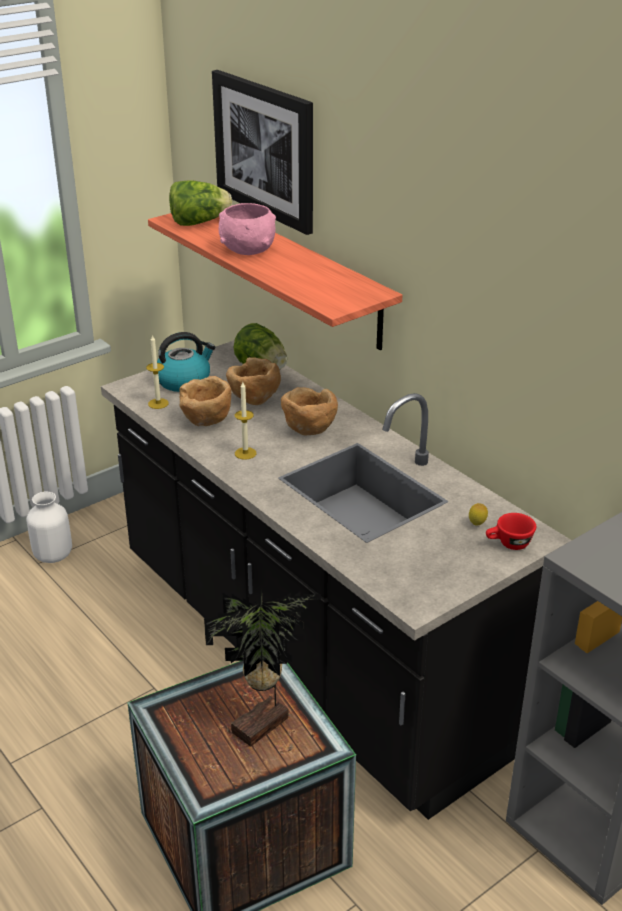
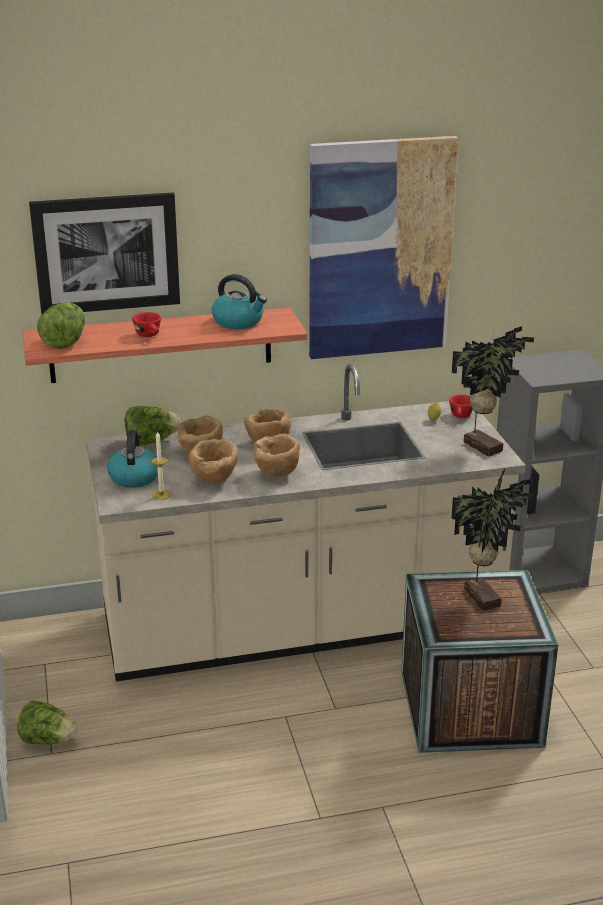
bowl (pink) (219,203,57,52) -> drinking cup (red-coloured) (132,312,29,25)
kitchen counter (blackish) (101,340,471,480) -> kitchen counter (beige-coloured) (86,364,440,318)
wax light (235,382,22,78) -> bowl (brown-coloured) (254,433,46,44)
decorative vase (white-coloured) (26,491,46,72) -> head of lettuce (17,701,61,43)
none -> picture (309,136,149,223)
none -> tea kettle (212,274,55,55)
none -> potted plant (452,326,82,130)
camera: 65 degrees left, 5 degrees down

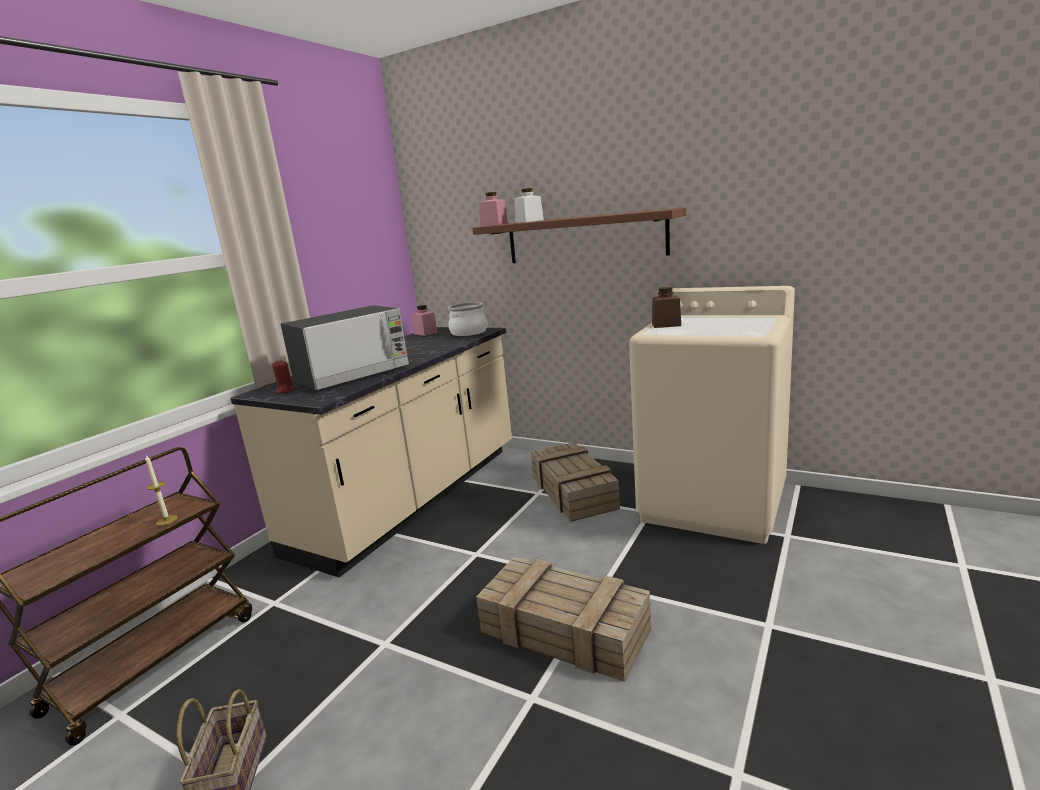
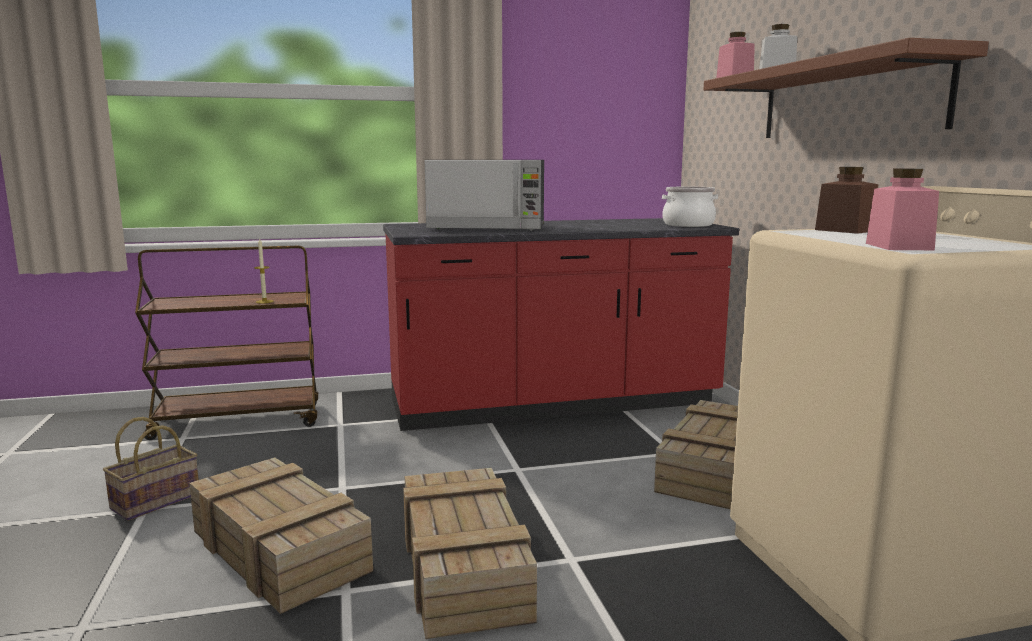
jar (pink) (412,305,26,31) -> jar (pink) (866,169,73,81), relocated
kitchen counter (beige-coloured) (231,327,281,250) -> kitchen counter (red-coloured) (383,218,356,213)
wax light (red-coloured) (272,360,23,33) -> none
none -> crate (189,457,184,157)
camera: 45 degrees right, 5 degrees down

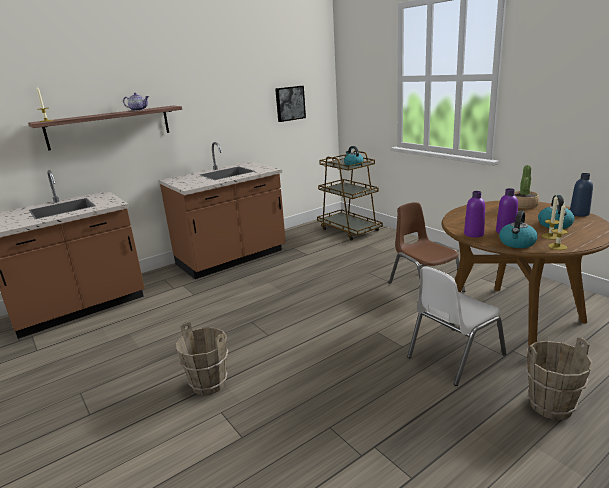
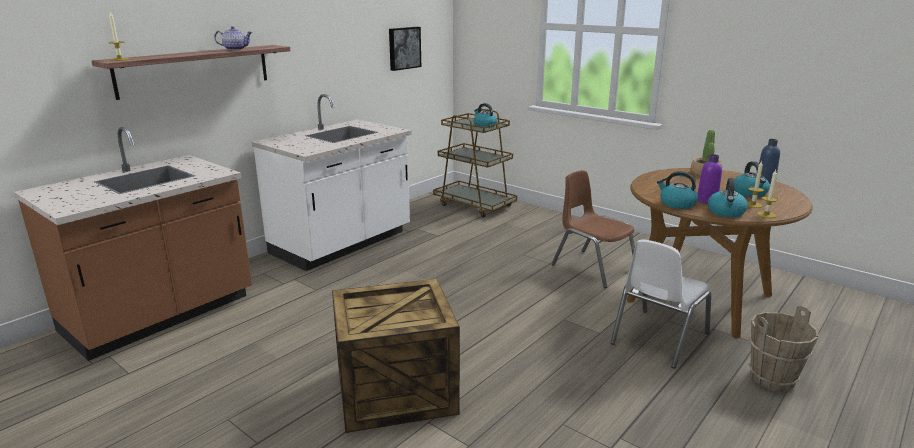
kitchen counter (brown-coloured) (158,142,128,137) -> kitchen counter (white-coloured) (252,94,160,177)
drink bottle (purple-coloured) (464,191,21,46) -> tea kettle (657,171,41,38)
bucket (brown-coloured) (176,322,52,73) -> crate (332,279,128,154)
camera: 15 degrees left, 0 degrees up

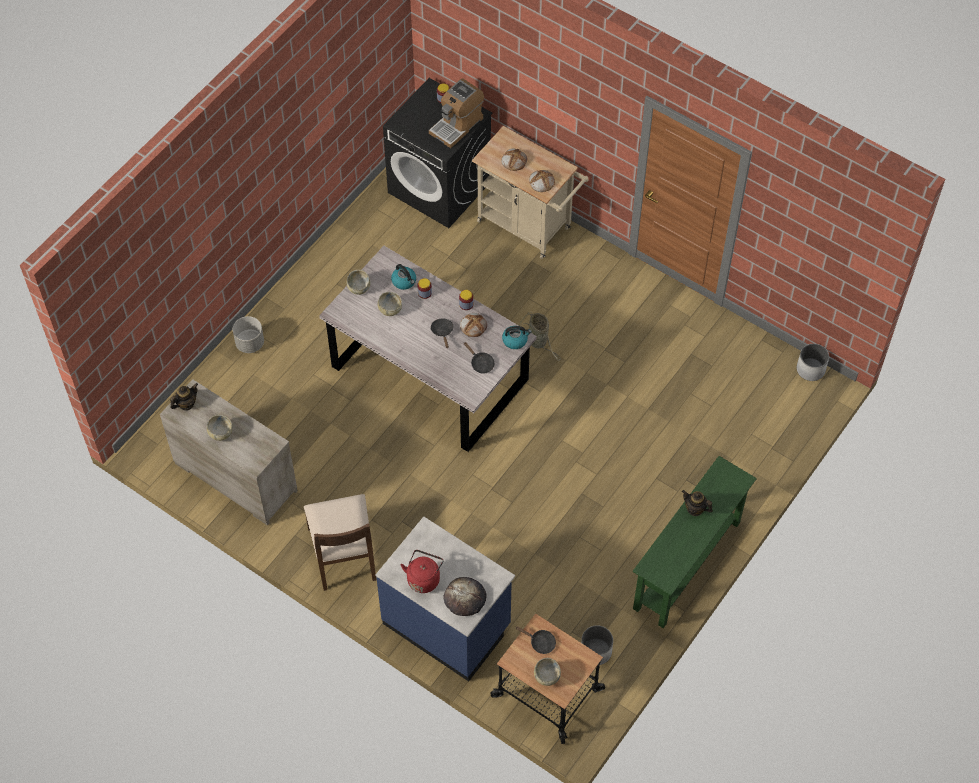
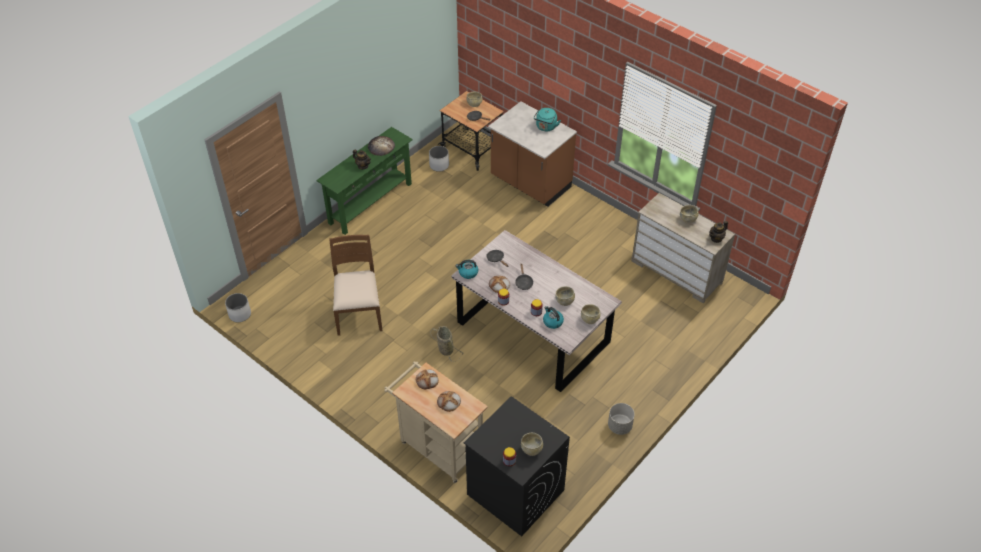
coffee maker (429,78,55,70) -> none
planter (greyish) (233,316,31,37) -> planter (greyish) (608,403,27,32), relocated
chair (brown-coloured) (304,494,72,97) -> chair (brown-coloured) (329,235,53,101), relocated
kitchen counter (blue-coloured) (375,517,140,165) -> kitchen counter (brown-coloured) (488,101,89,106)
tea kettle (red-coloured) (401,550,42,43) -> tea kettle (blue-green) (534,108,27,23)
baked bread (444,577,42,39) -> baked bread (368,136,27,20), relocated
none -> bowl (beige-coloured) (521,433,22,23)
camera: 175 degrees left, 10 degrees down

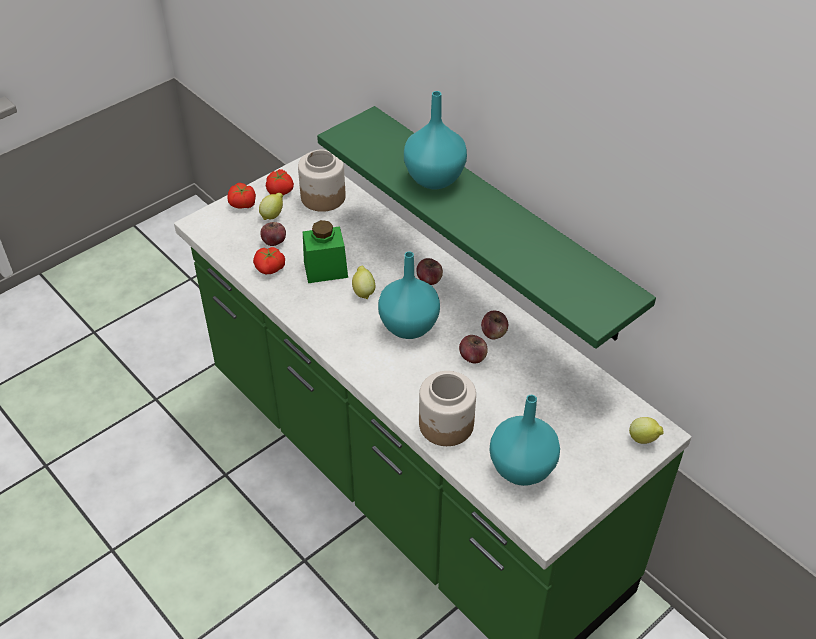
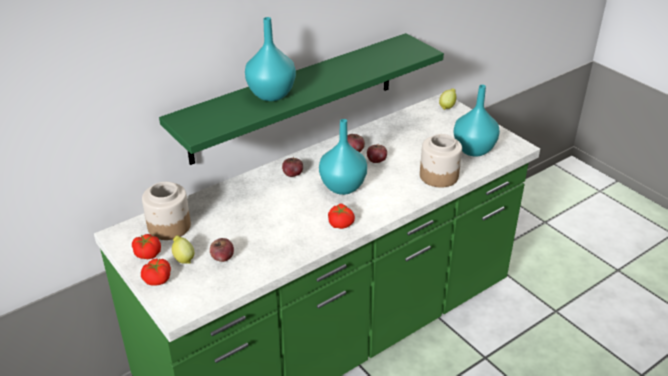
jar (green-coloured) (303,220,45,63) -> none
fresh tomato (253,247,32,27) -> fresh tomato (328,204,27,25), relocated
citrus fruit (352,265,23,34) -> none
camera: 85 degrees left, 10 degrees down

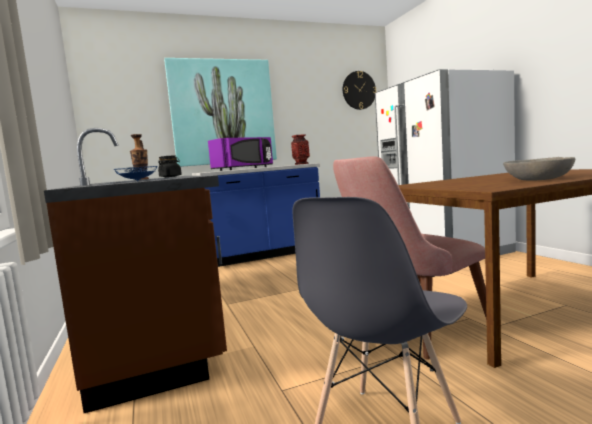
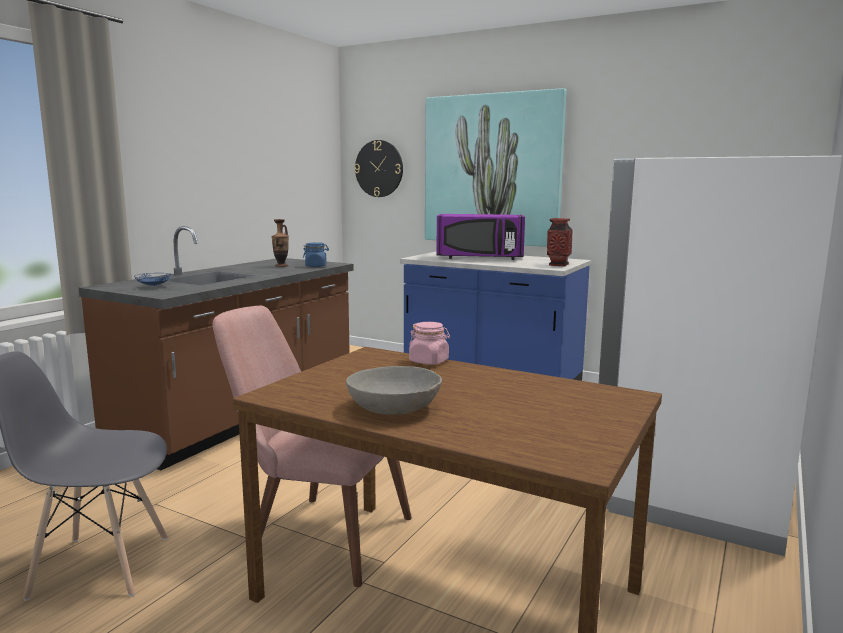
clock on the wall (343,71,33,39) -> clock on the wall (354,140,49,57), relocated
jar (blackish) (158,155,24,22) -> jar (blue-coloured) (303,242,26,25)
none -> jar (pink) (409,322,41,43)
camera: 50 degrees right, 5 degrees up

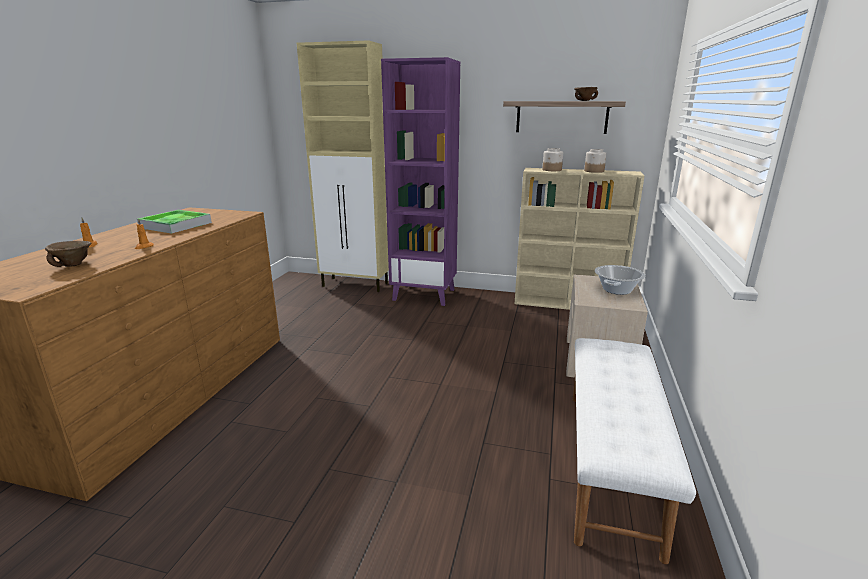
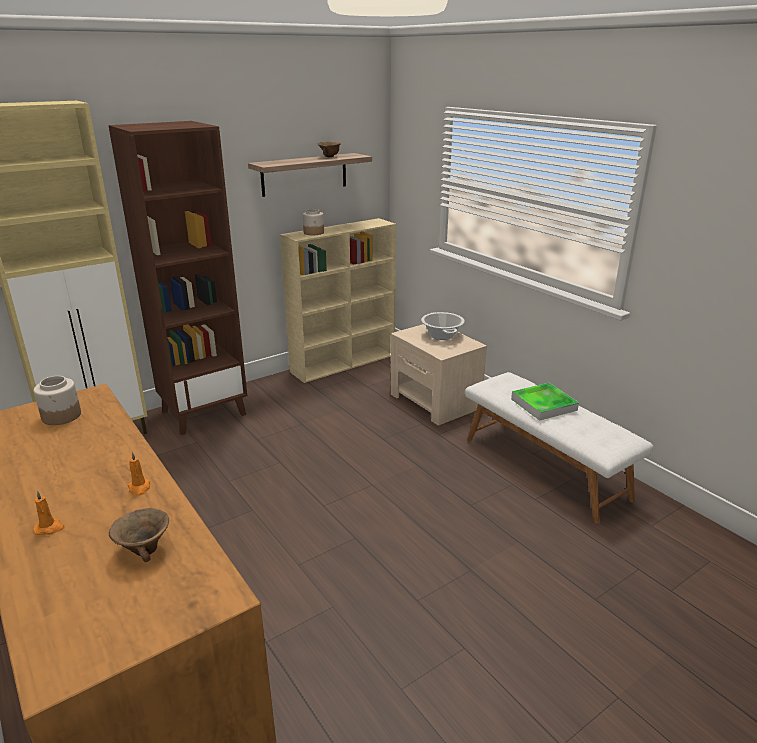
shelving unit (purple-coloured) (381,57,79,249) -> shelving unit (brown-coloured) (108,121,139,314)
jar (584,149,23,24) -> jar (34,376,47,49), relocated
tray (137,210,75,23) -> tray (511,383,68,38), relocated
camera: 50 degrees left, 5 degrees up

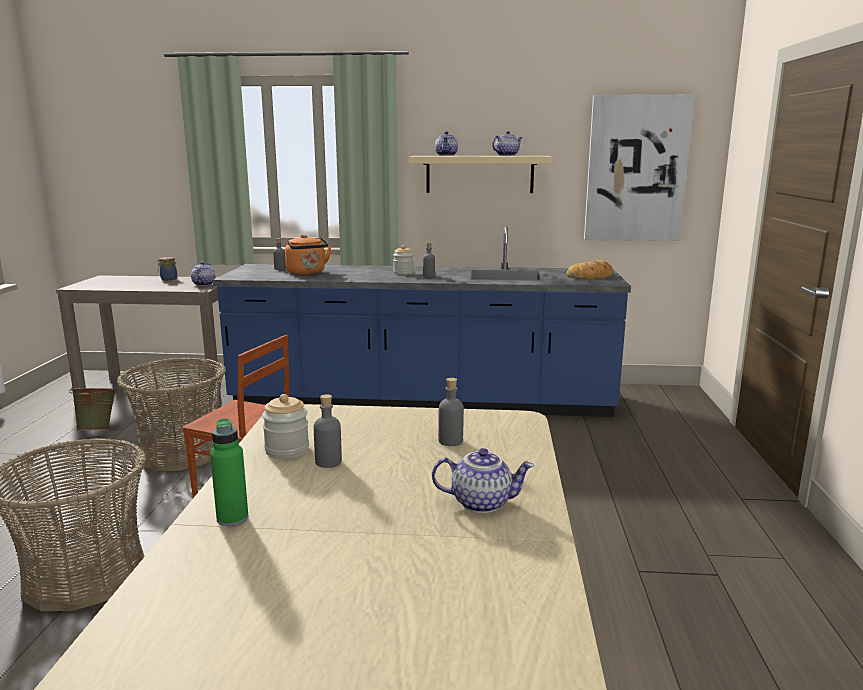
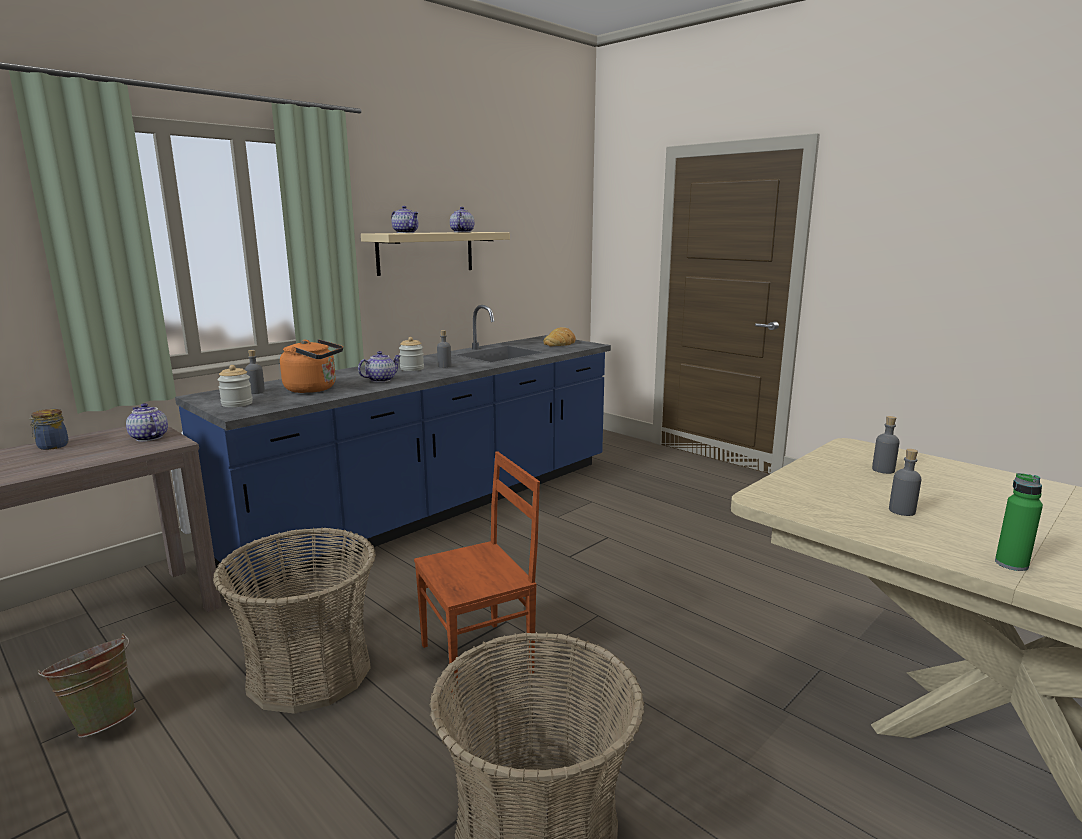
picture (584,95,111,146) -> none
jar (262,394,47,65) -> jar (218,365,35,42), relocated
pot for tea (432,448,102,65) -> pot for tea (358,351,42,31), relocated
camera: 50 degrees left, 0 degrees up

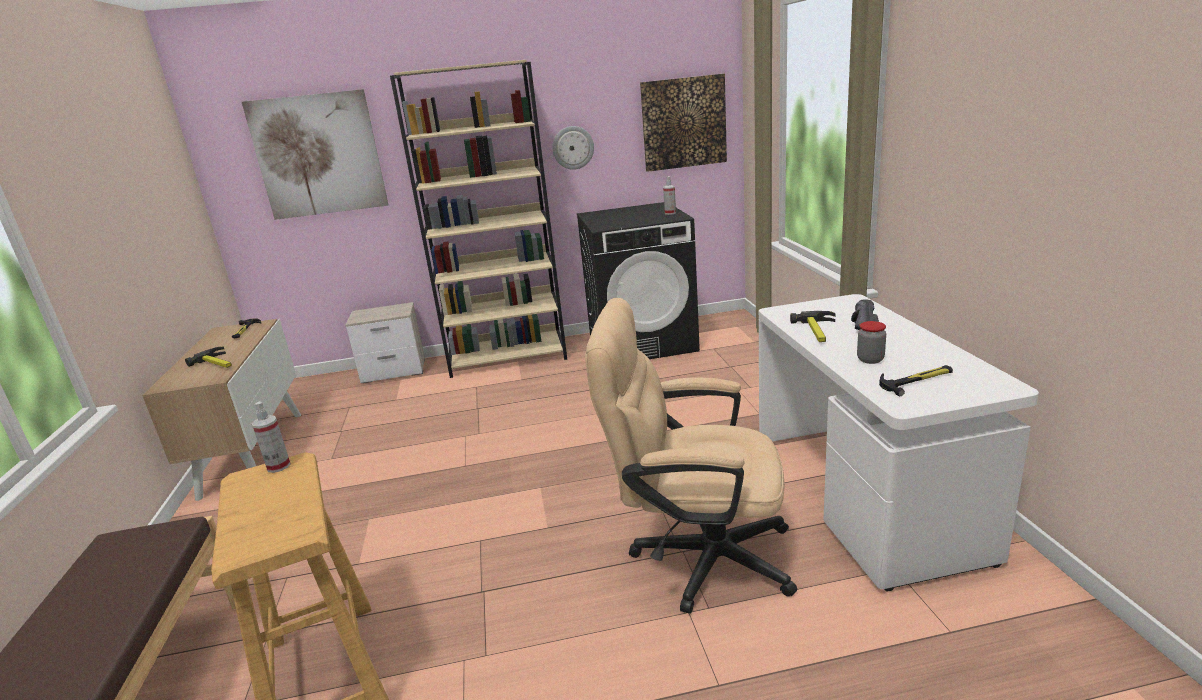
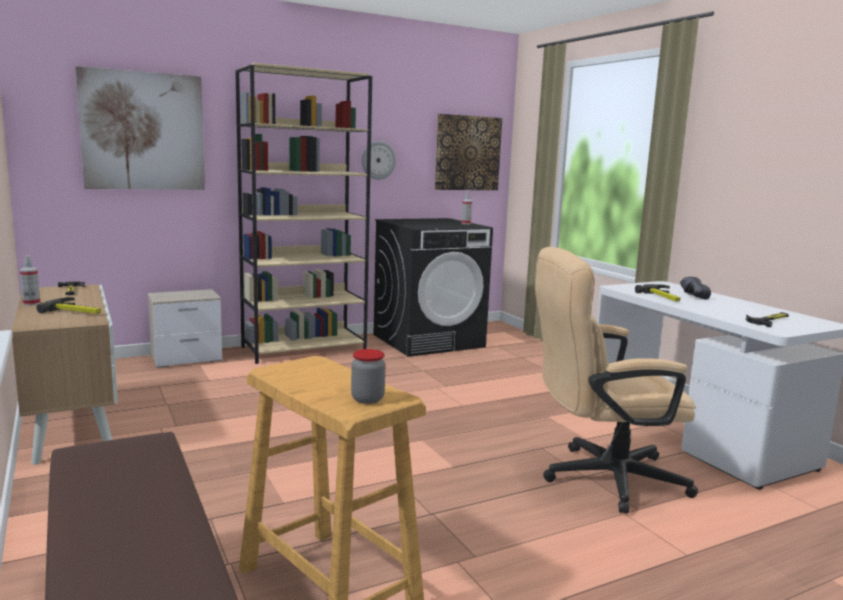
jar (857,321,29,43) -> jar (351,349,34,55), relocated
spray bottle (252,401,39,72) -> spray bottle (20,256,20,50), relocated
camera: 20 degrees left, 10 degrees down

